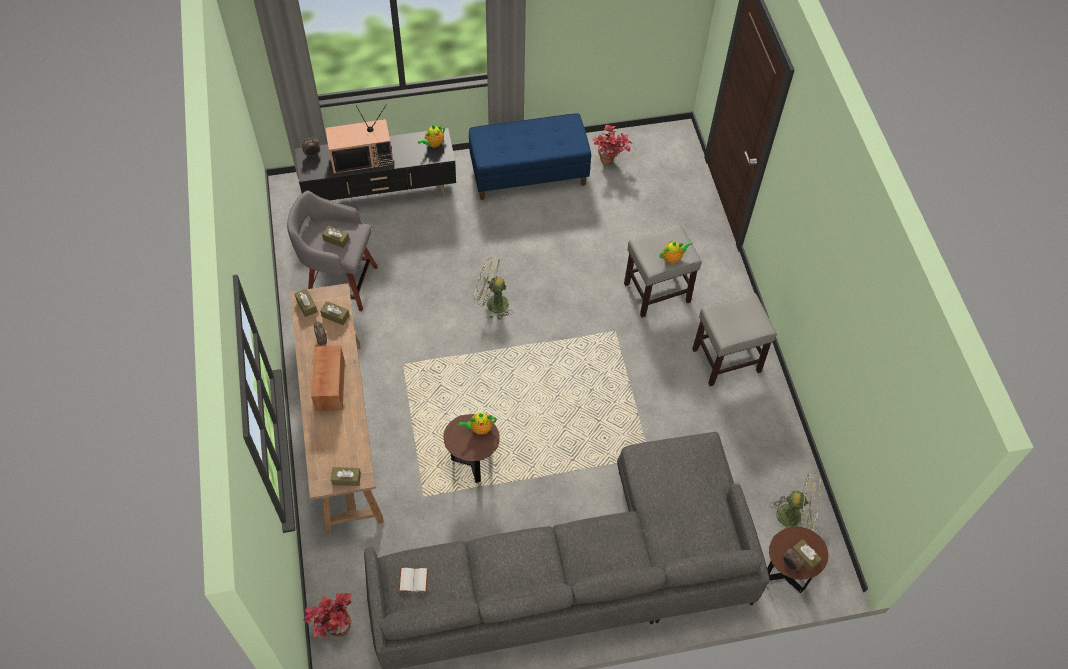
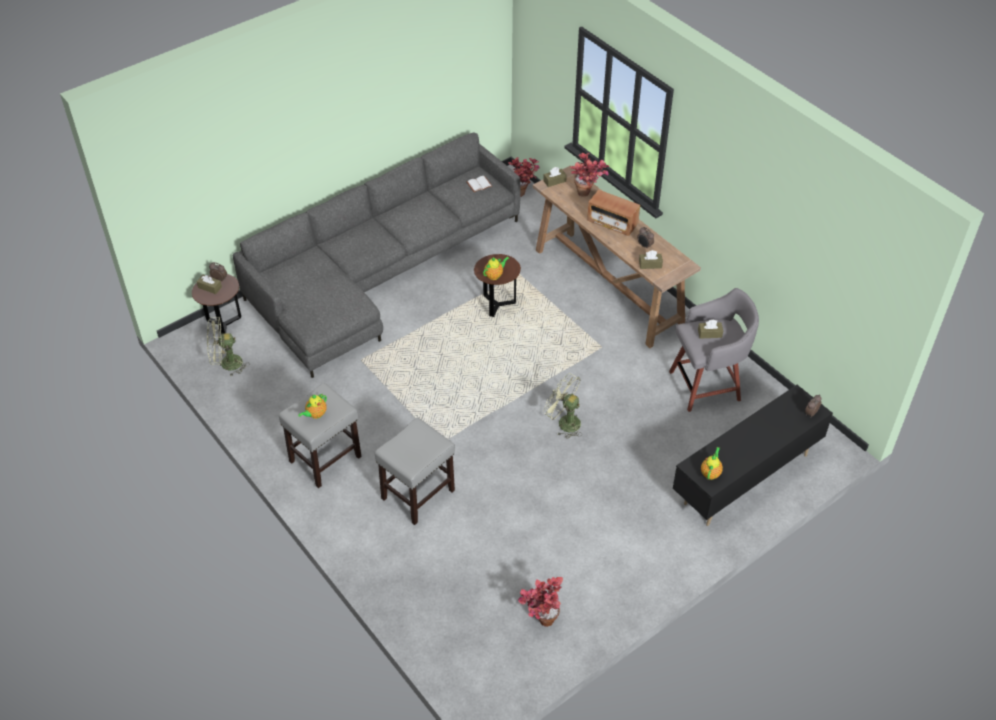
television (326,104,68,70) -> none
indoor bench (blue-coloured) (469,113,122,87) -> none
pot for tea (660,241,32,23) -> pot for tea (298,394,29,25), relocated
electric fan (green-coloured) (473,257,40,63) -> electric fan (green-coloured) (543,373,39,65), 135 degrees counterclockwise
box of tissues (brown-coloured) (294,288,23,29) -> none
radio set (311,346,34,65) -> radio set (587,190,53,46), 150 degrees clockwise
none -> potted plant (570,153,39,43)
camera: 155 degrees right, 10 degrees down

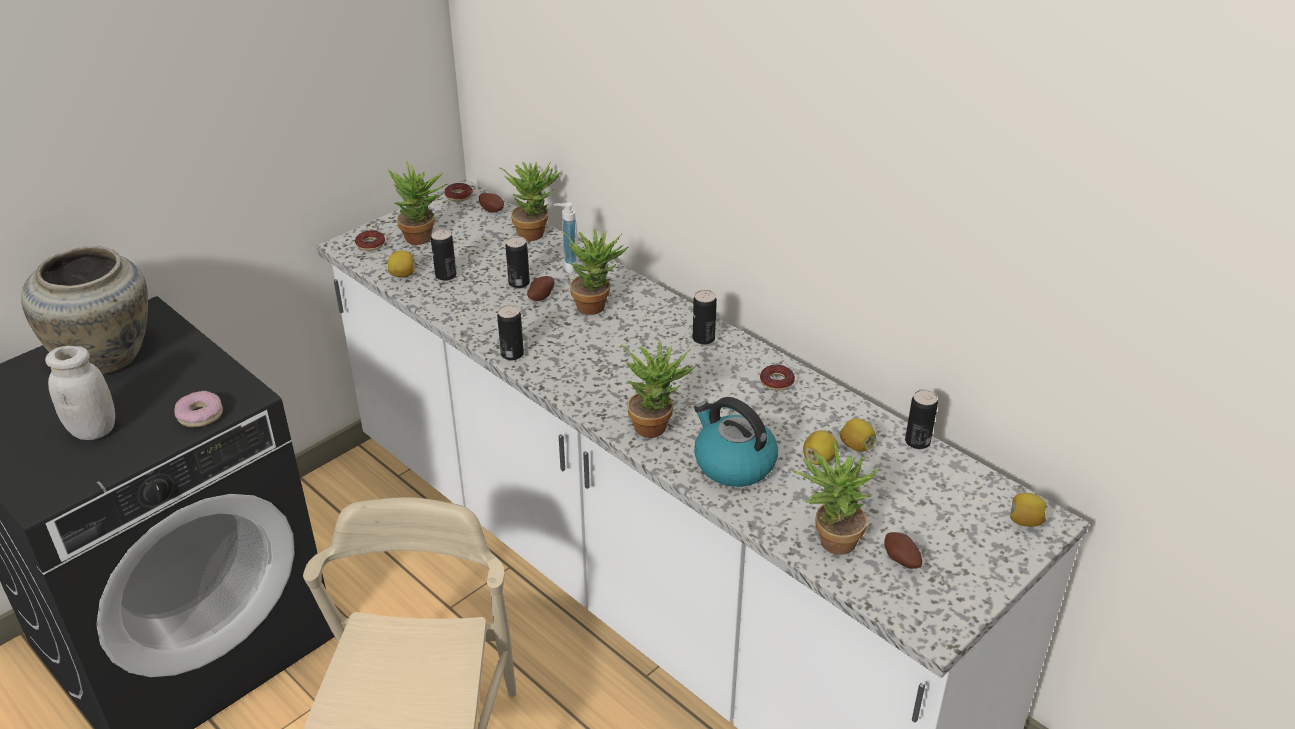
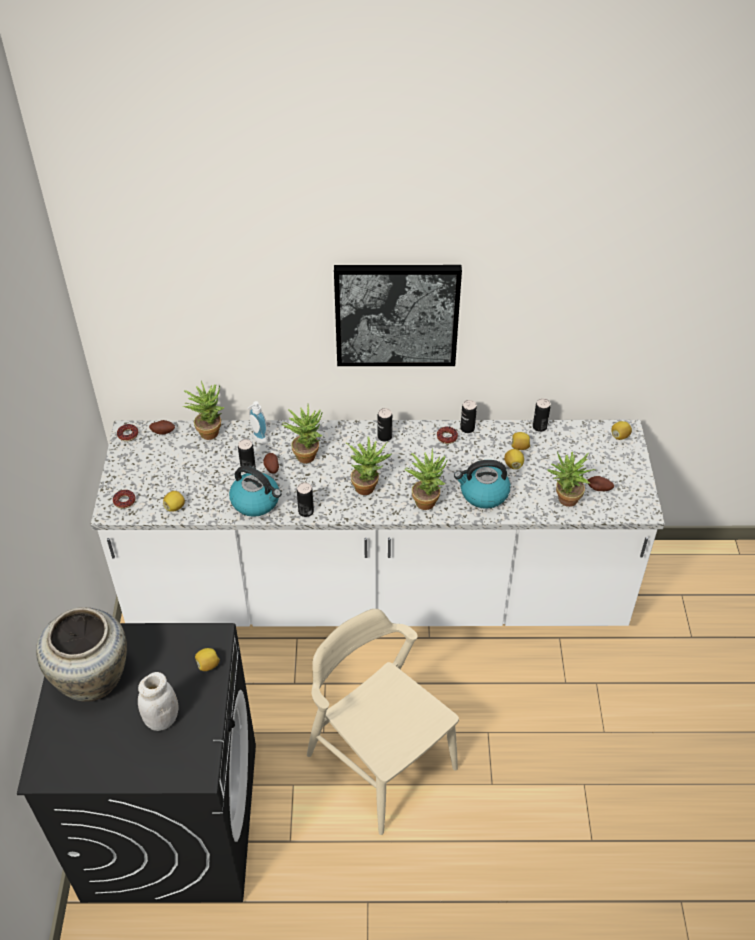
potted plant (388,161,61,84) -> potted plant (346,436,46,59), relocated
metal can (431,229,26,52) -> metal can (460,400,17,33), relocated
doughnut (174,391,49,36) -> citrus fruit (195,648,25,23)
none -> picture (334,265,128,101)
none -> tea kettle (229,466,52,51)
camera: 45 degrees left, 10 degrees up

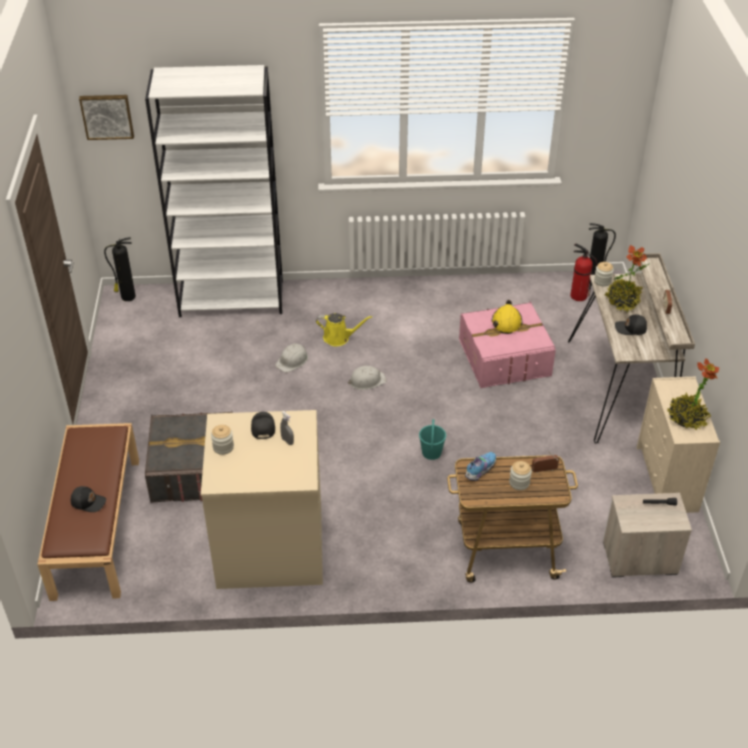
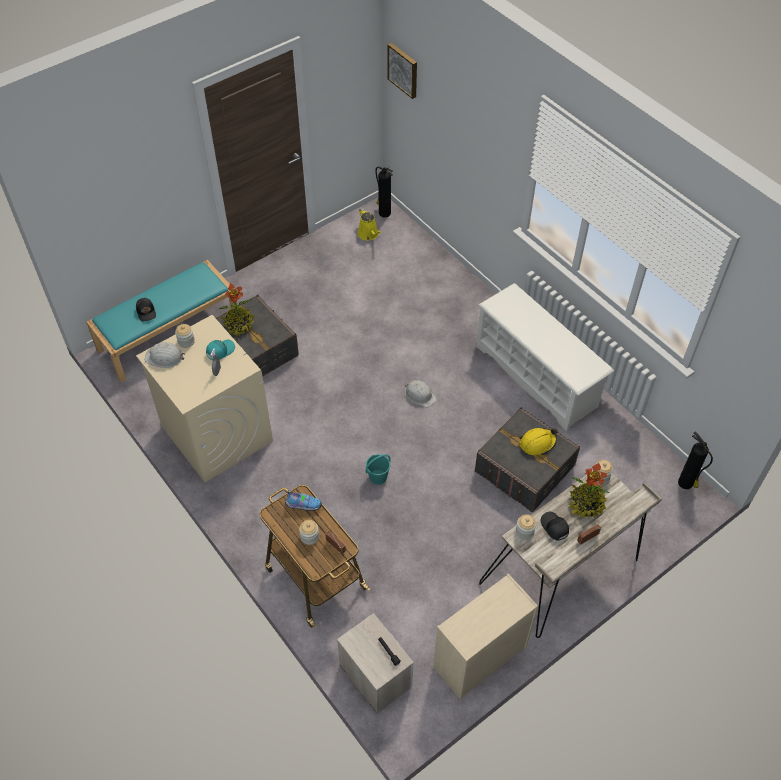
shelving unit (white-coloured) (145,65,138,252) -> none
fire extinguisher (570,244,27,57) -> none
storage box (pink) (459,301,97,87) -> storage box (greyish) (475,407,105,106)
sprinkling can (yellow) (316,313,56,33) -> sprinkling can (yellow) (358,208,24,33), relocated
hard hat (white-coloured) (275,343,33,29) -> hard hat (white-coloured) (145,342,40,26), relocated
potted plant (668,358,52,72) -> potted plant (218,283,36,53), relocated
baseball cap (blackish) (251,412,24,27) -> baseball cap (blue-green) (206,339,29,21)
indoor bench (brown-coloured) (37,423,102,178) -> indoor bench (blue-green) (86,260,151,122)
none -> shoe rack (white-coloured) (476,283,138,148)
none -> jar (516,514,20,26)
camera: 55 degrees right, 10 degrees up

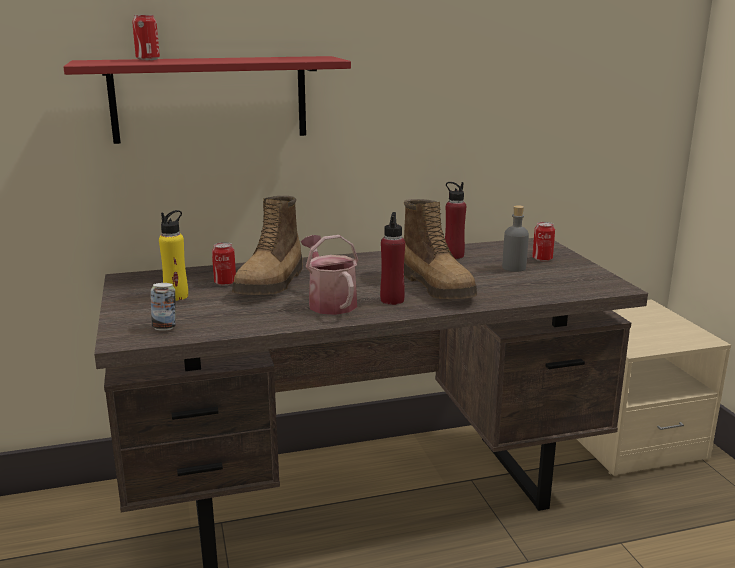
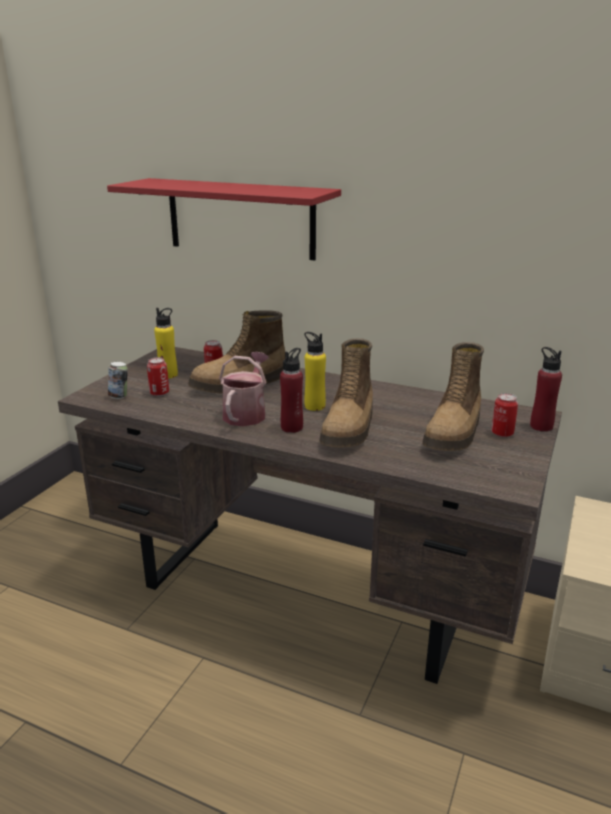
metal can (132,15,28,45) -> metal can (147,357,22,39), relocated
drink bottle (red-coloured) (445,182,21,77) -> drink bottle (red-coloured) (530,347,32,85), relocated
drink bottle (greyish) (502,205,27,67) -> high-top boot (422,342,62,109)
none -> drink bottle (yellow) (304,332,22,79)
camera: 40 degrees right, 5 degrees up

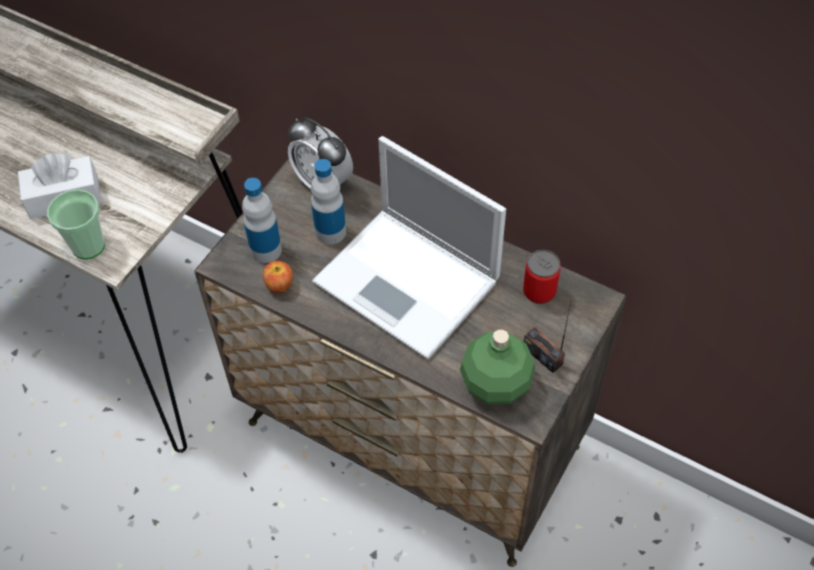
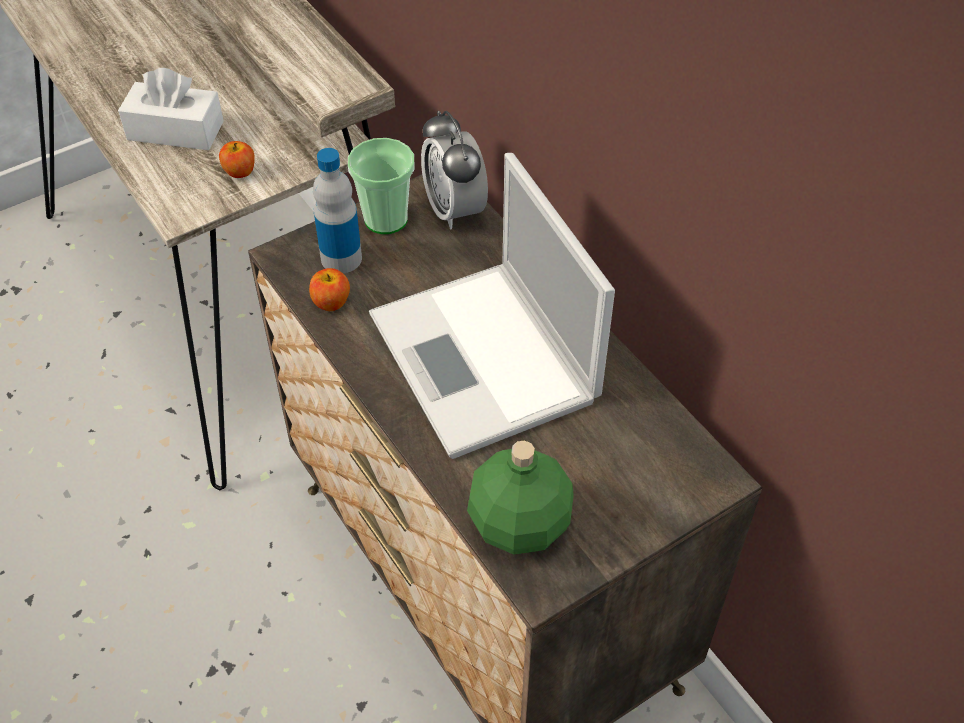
drink bottle (311,159,35,86) -> none
drinking cup (47,189,58,70) -> drinking cup (348,138,66,96), relocated
metal can (523,250,38,54) -> none
radio set (524,302,47,71) -> none
none -> whole apple (219,141,36,37)
camera: 25 degrees right, 5 degrees down

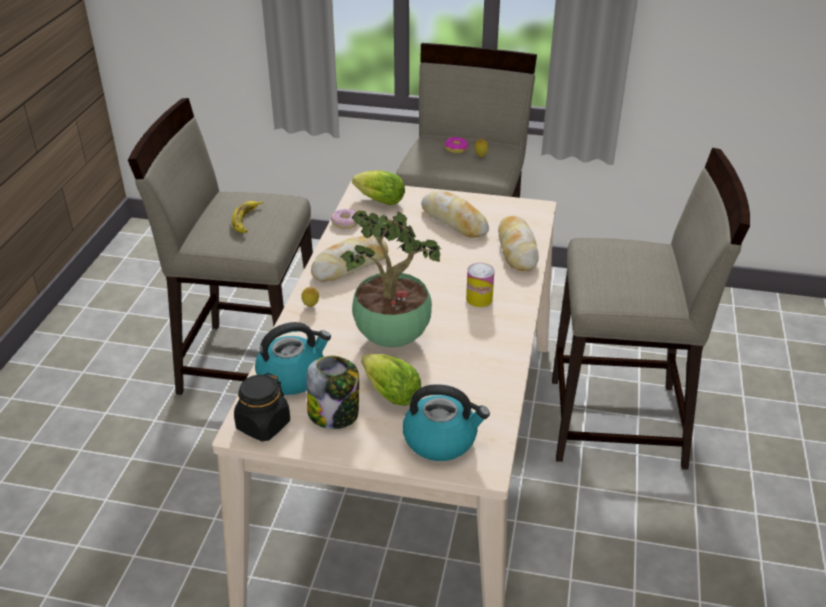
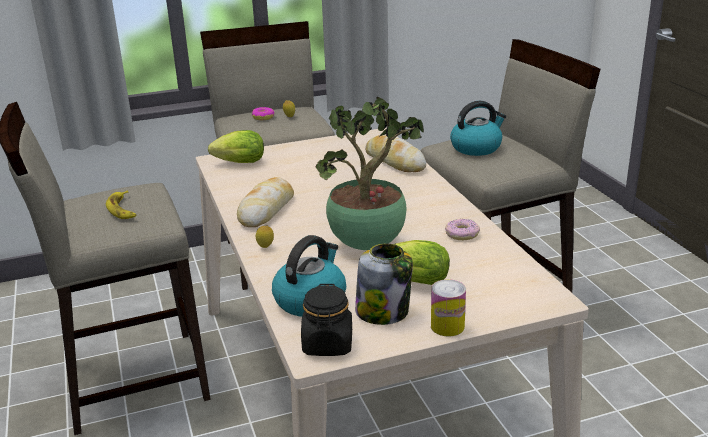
baked bread (421,190,68,48) -> none
doughnut (331,209,27,20) -> doughnut (445,219,35,21), relocated
metal can (466,263,29,44) -> metal can (431,279,35,57), relocated
tea kettle (403,384,87,77) -> tea kettle (450,101,56,55), relocated
camera: 30 degrees left, 10 degrees down

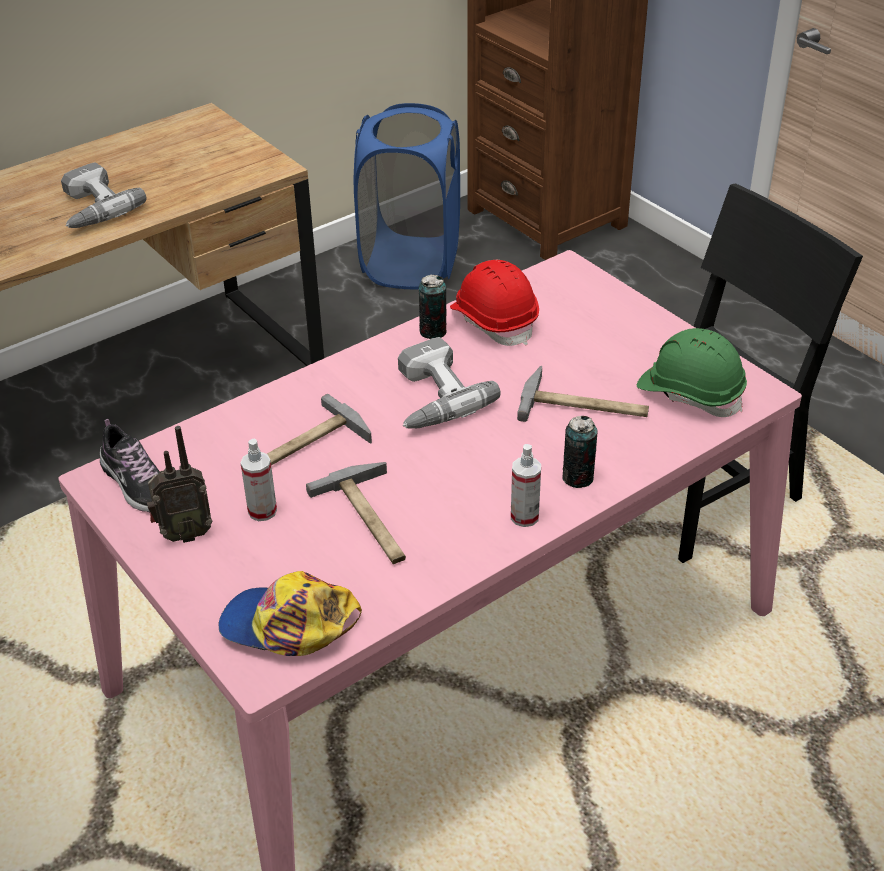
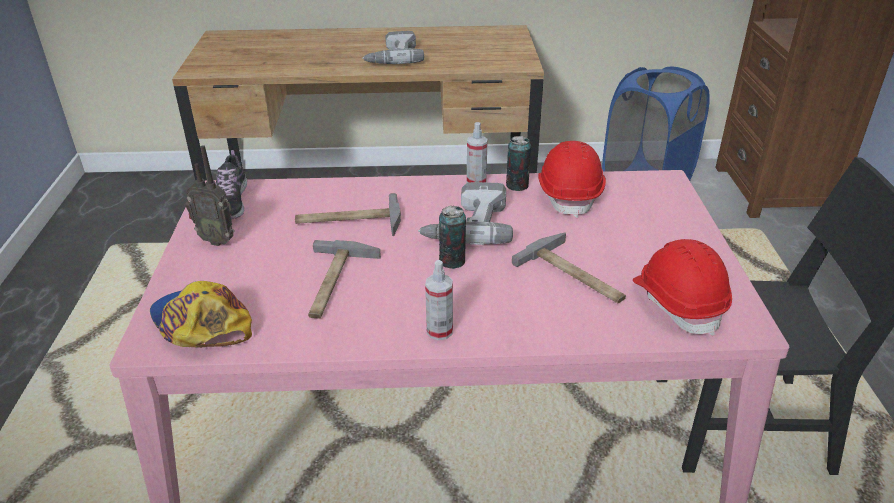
hard hat (green-coloured) (637,328,110,89) -> hard hat (red-coloured) (633,239,99,97)
metal can (562,416,35,72) -> metal can (439,206,27,63), relocated
spray bottle (240,439,37,82) -> spray bottle (467,122,21,61), relocated
camera: 35 degrees right, 5 degrees down

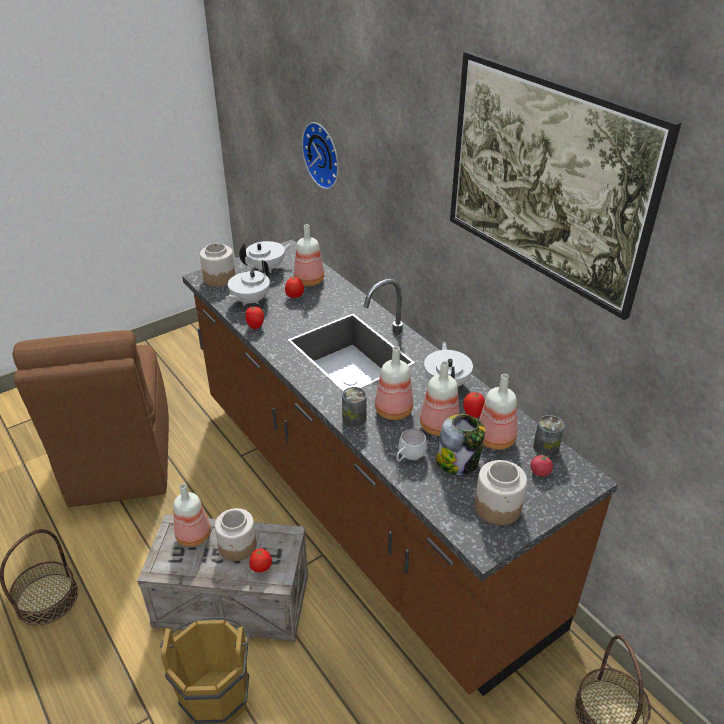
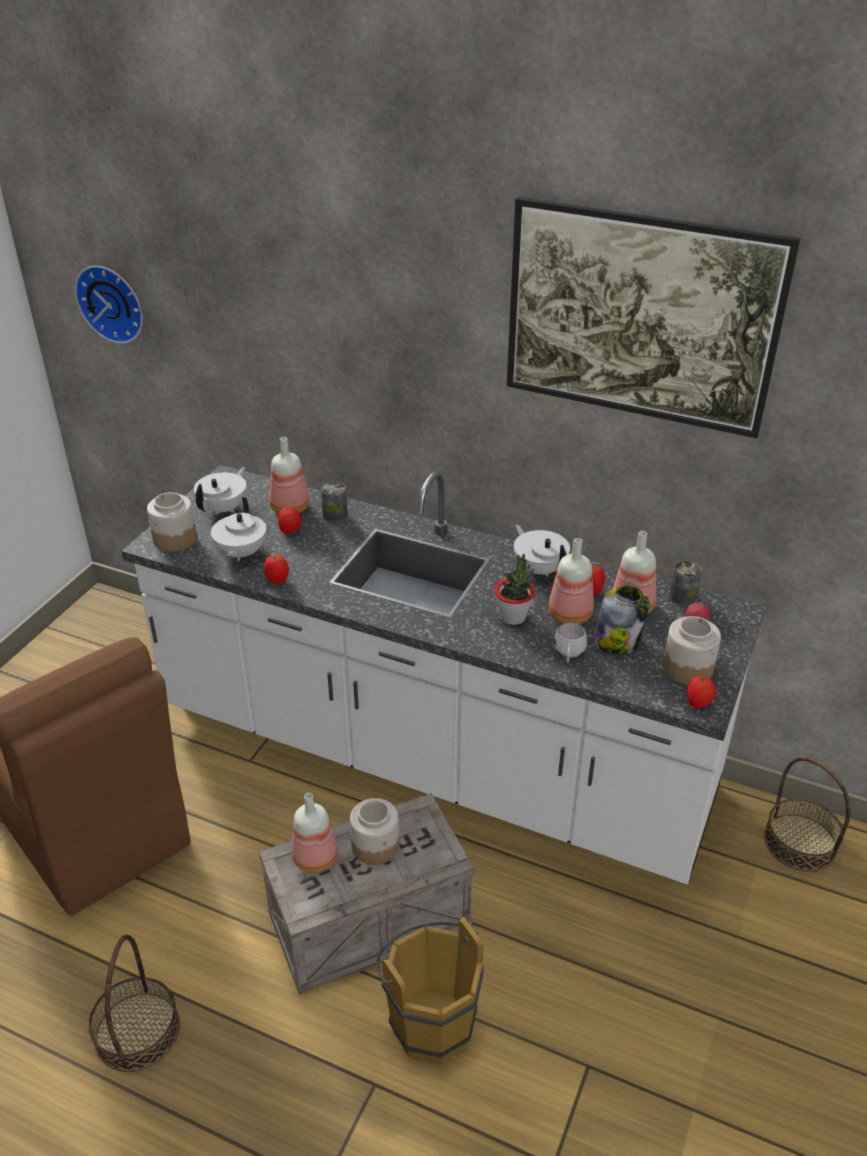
clock on the wall (302,122,37,67) -> clock on the wall (75,266,68,78), relocated
kitchen counter (brown-coloured) (182,240,436,456) -> kitchen counter (white-coloured) (122,465,644,419)
drink bottle (375,346,38,74) -> potted plant (494,554,41,71)
metal can (342,387,25,41) -> metal can (321,481,27,42), relocated
fresh tomato (249,548,23,24) -> fresh tomato (687,675,29,33), relocated
camera: 30 degrees left, 0 degrees up

